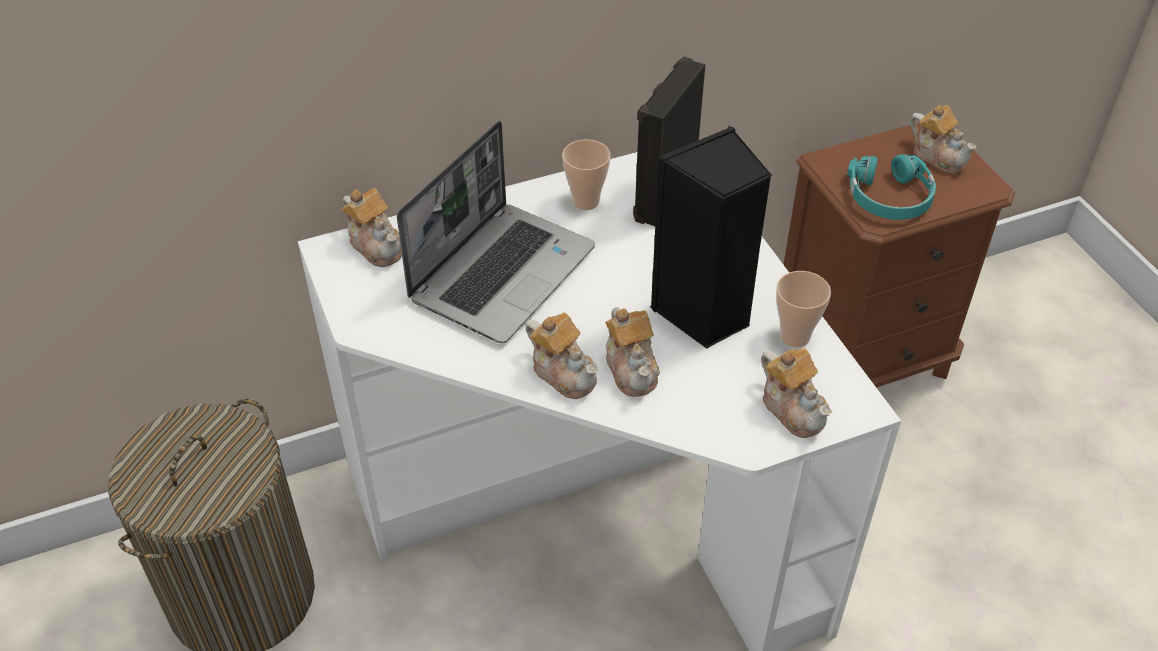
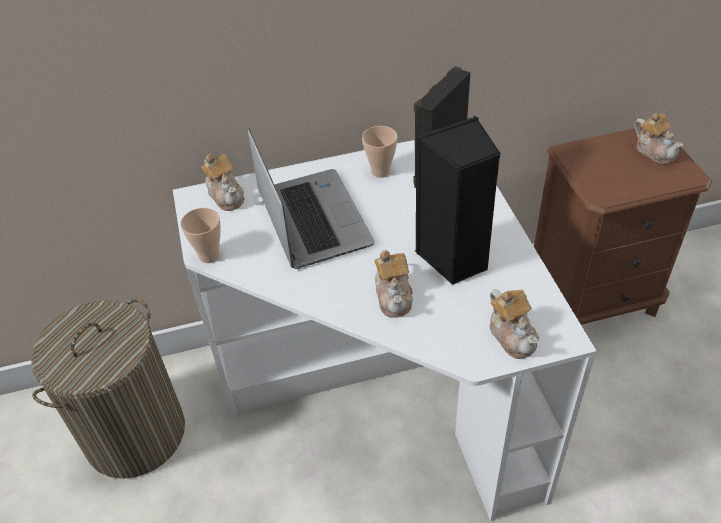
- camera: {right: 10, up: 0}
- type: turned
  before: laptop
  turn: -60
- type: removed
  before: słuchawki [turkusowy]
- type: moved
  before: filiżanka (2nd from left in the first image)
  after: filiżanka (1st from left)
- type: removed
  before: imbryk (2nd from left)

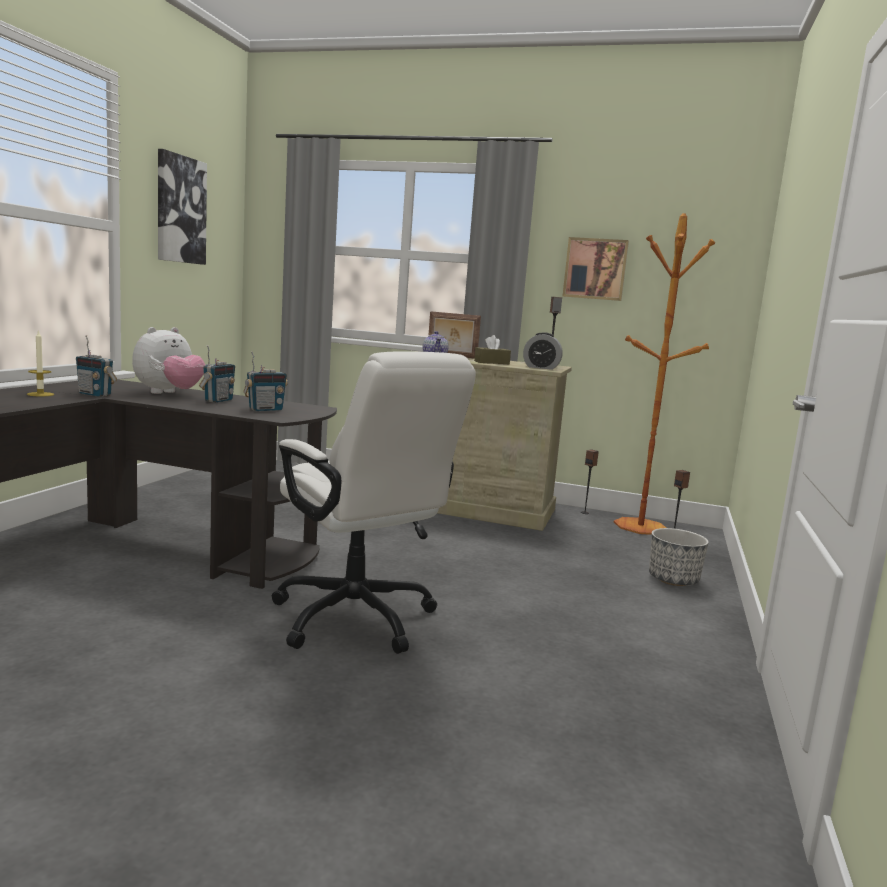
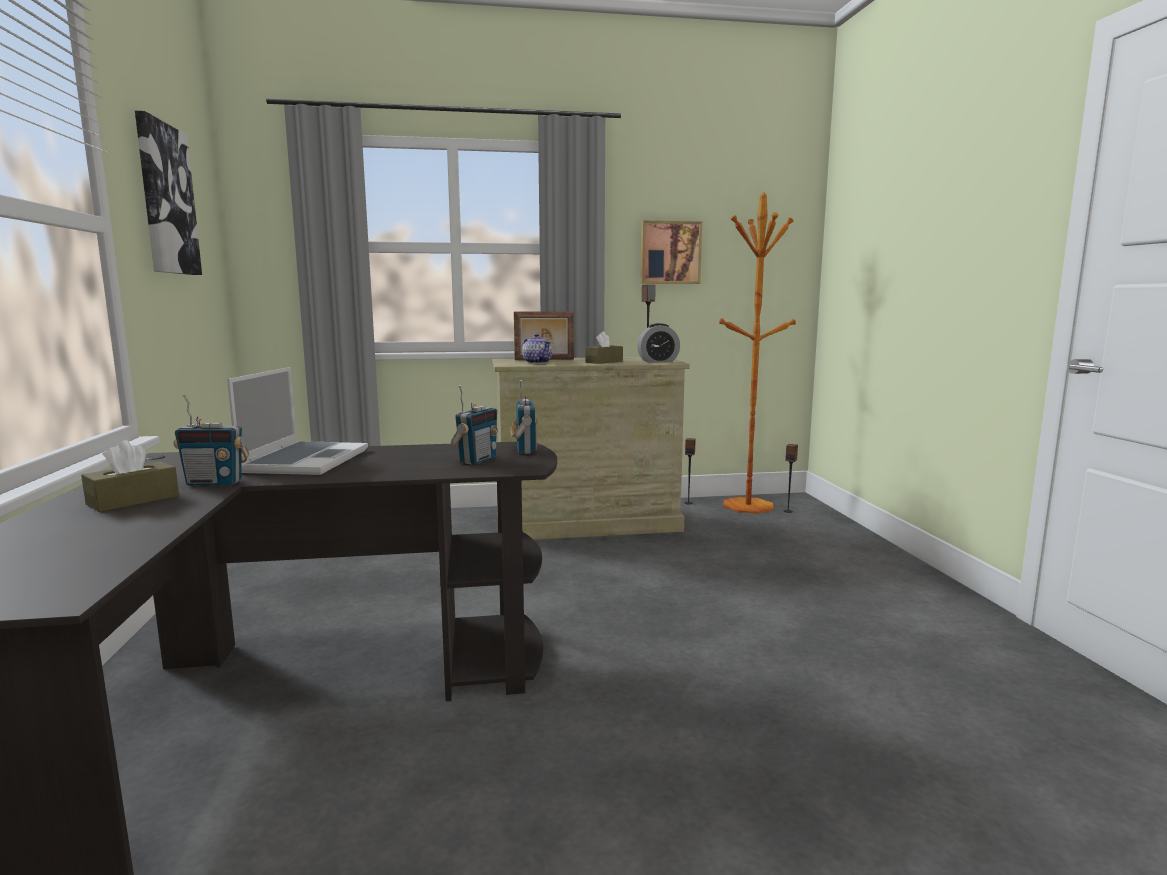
- camera: {right: -25, up: 0}
- type: replaced
  before: pluszak
  after: laptop
- type: replaced
  before: świeca
  after: pudełko chusteczek [brązowy] (1st from left)
- type: moved
  before: radio (2nd from left in the first image)
  after: radio (3rd from left)
- type: removed
  before: krzesło biurowe [biały]
- type: removed
  before: donica

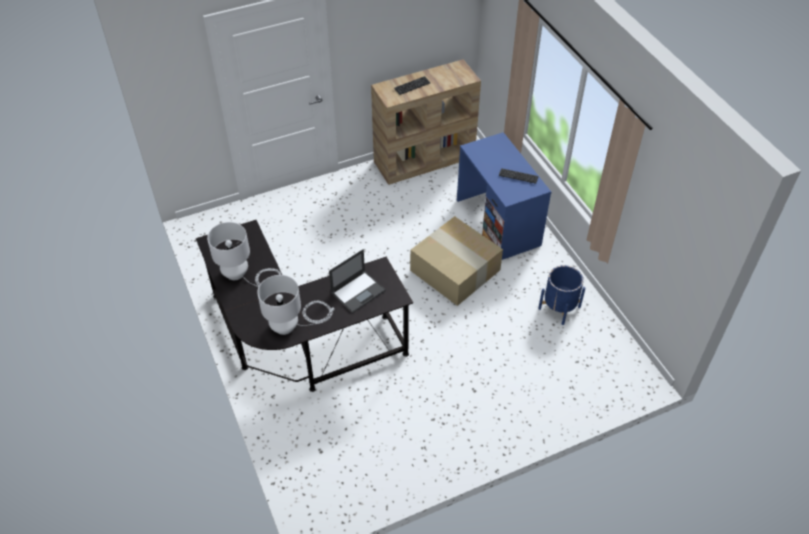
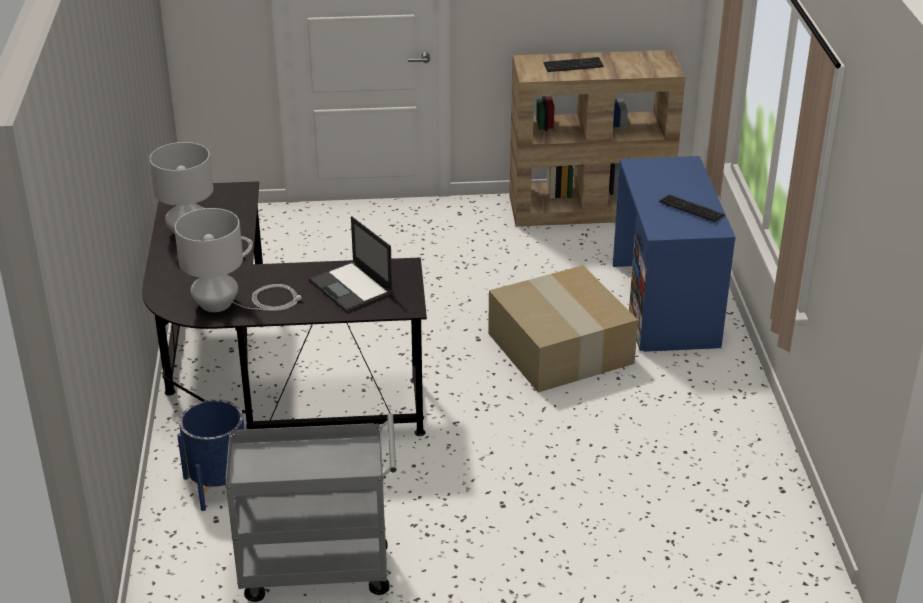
- camera: {right: 20, up: -15}
- type: turned
  before: laptop
  turn: 75
- type: moved
  before: donica [niebieski]
- type: added
  after: wózek [szary]

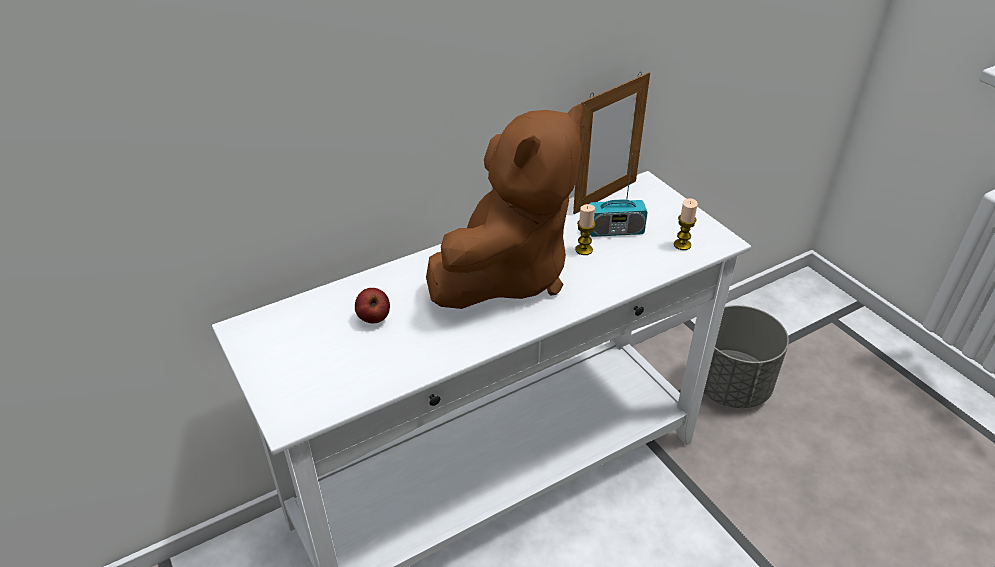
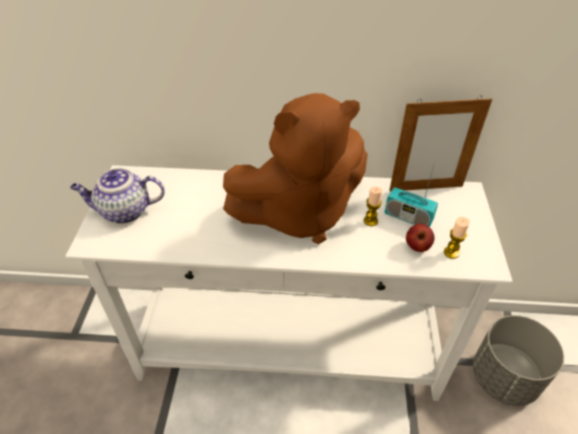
- camera: {right: 35, up: 5}
- type: moved
  before: jabłko
- type: added
  after: imbryk

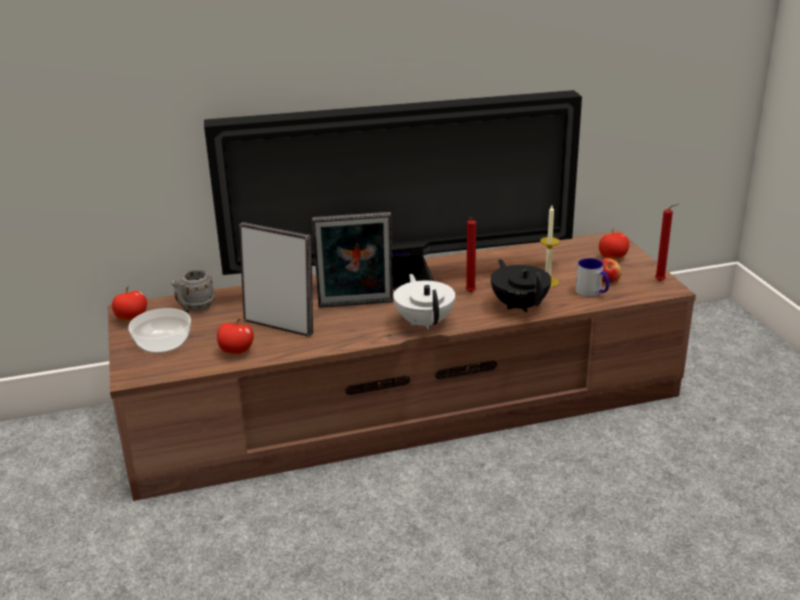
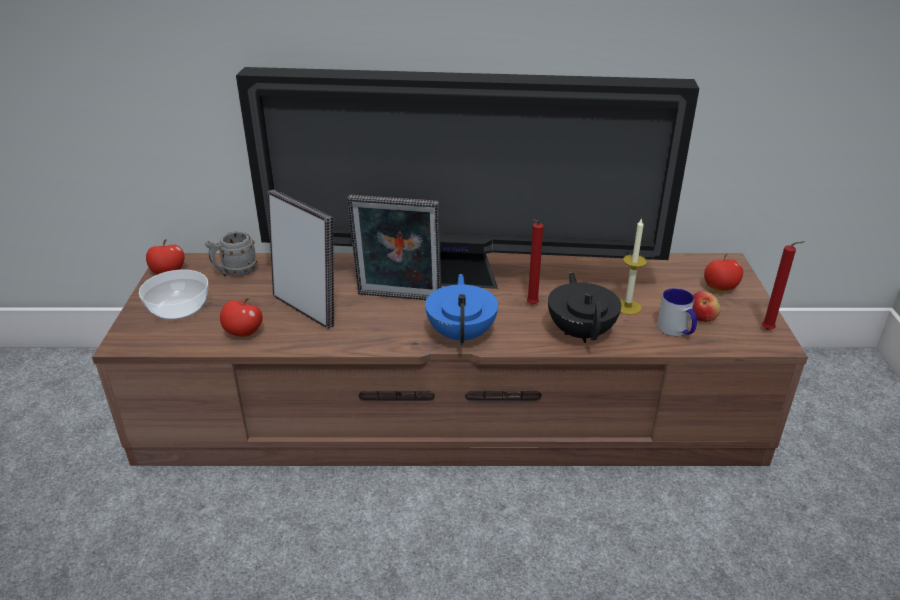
- camera: {right: 15, up: 5}
- type: recoloured
  before: imbryk [biały]
  after: imbryk [niebieski]

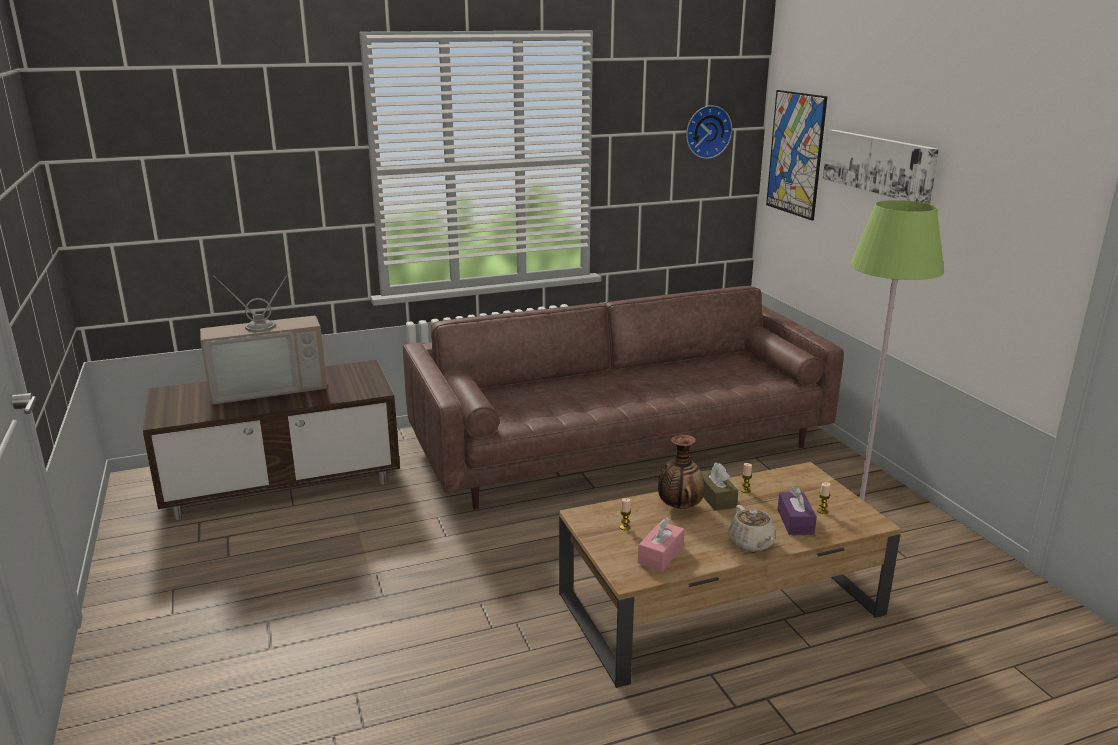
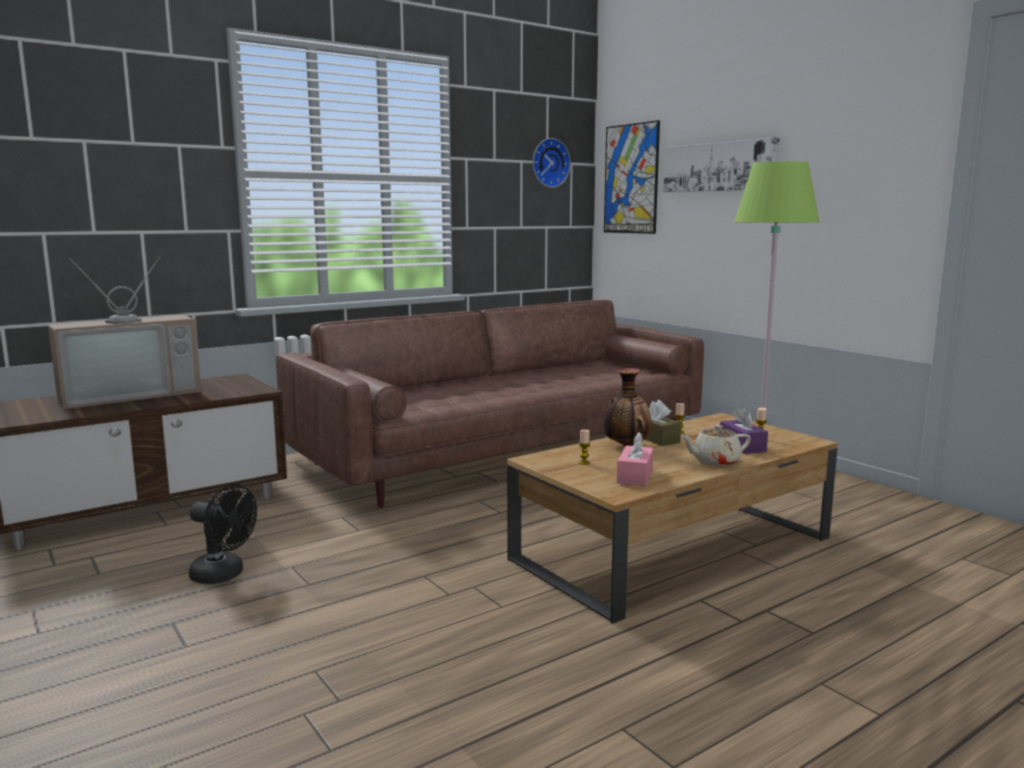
- camera: {right: -15, up: -10}
- type: turned
  before: imbryk [beżowy]
  turn: 105
- type: added
  after: wentylator [czarny]

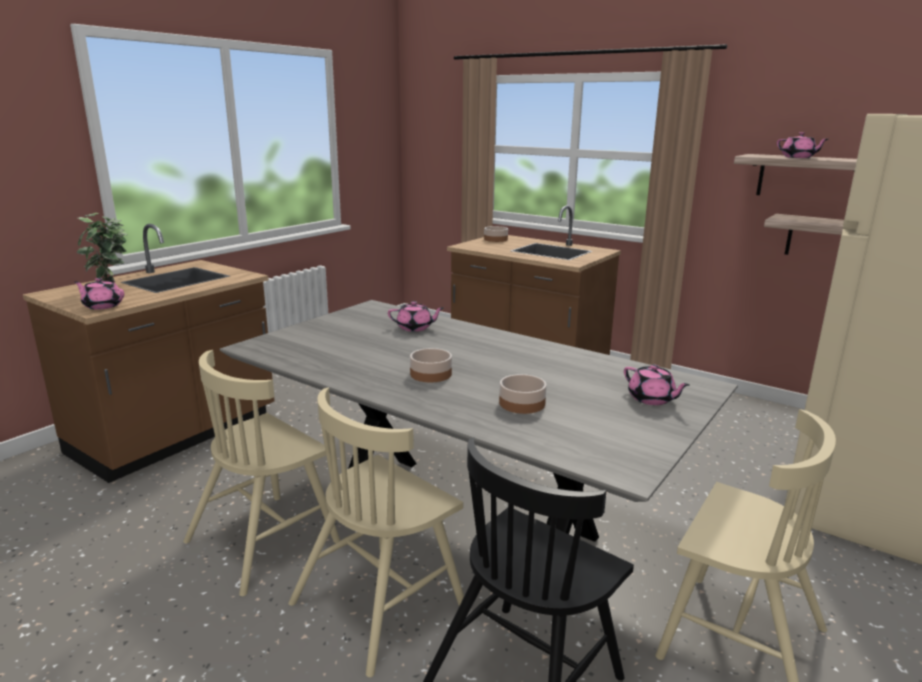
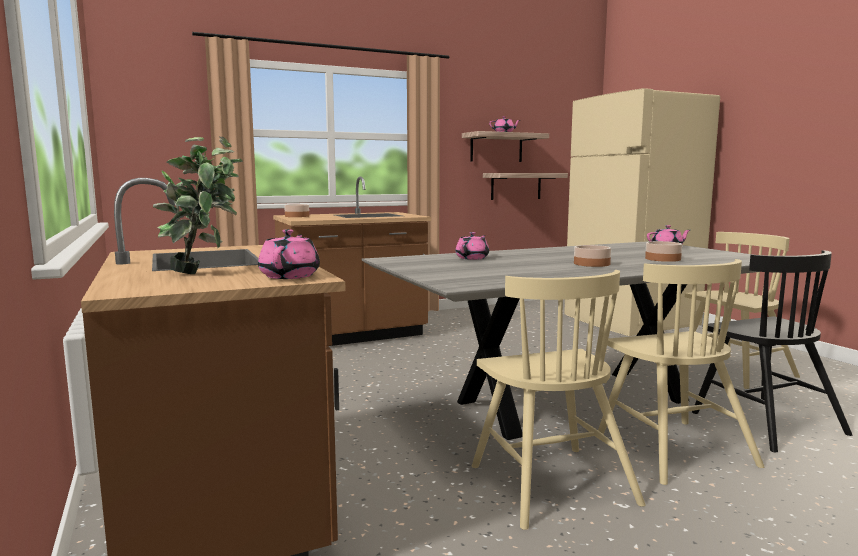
- camera: {right: -60, up: -10}
- type: turned
  before: imbryk [różowy] (1st from left)
  turn: 135

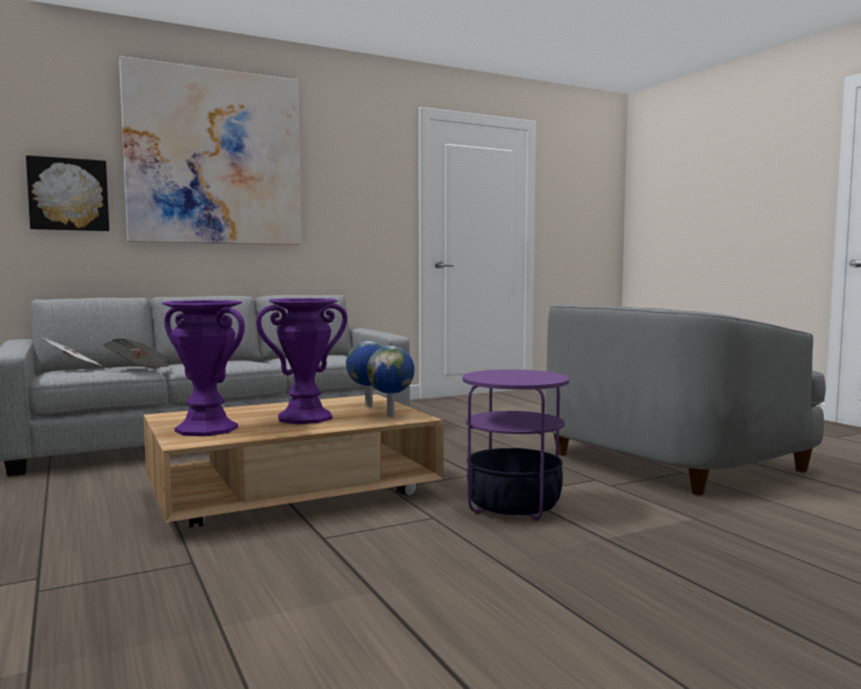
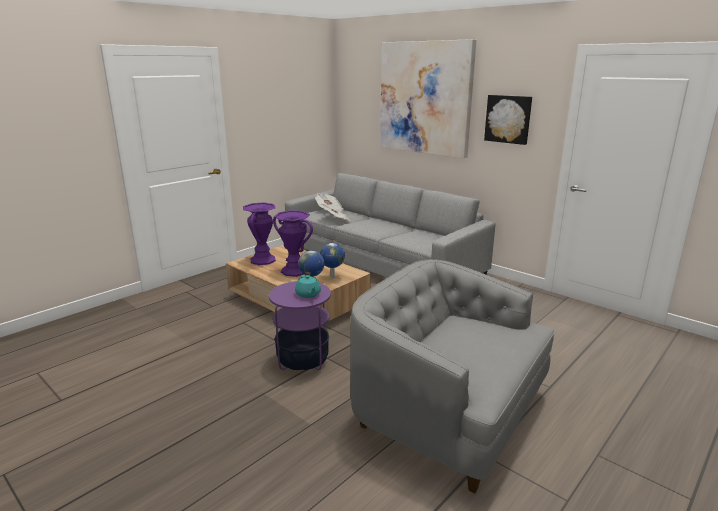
- camera: {right: 70, up: 15}
- type: moved
  before: obraz (1st from left in the first image)
  after: obraz (2nd from left)
- type: added
  after: imbryk [turkusowy]

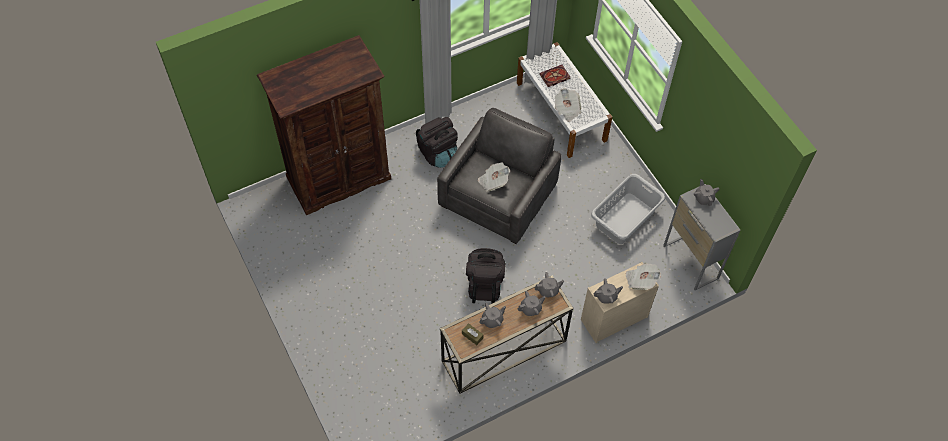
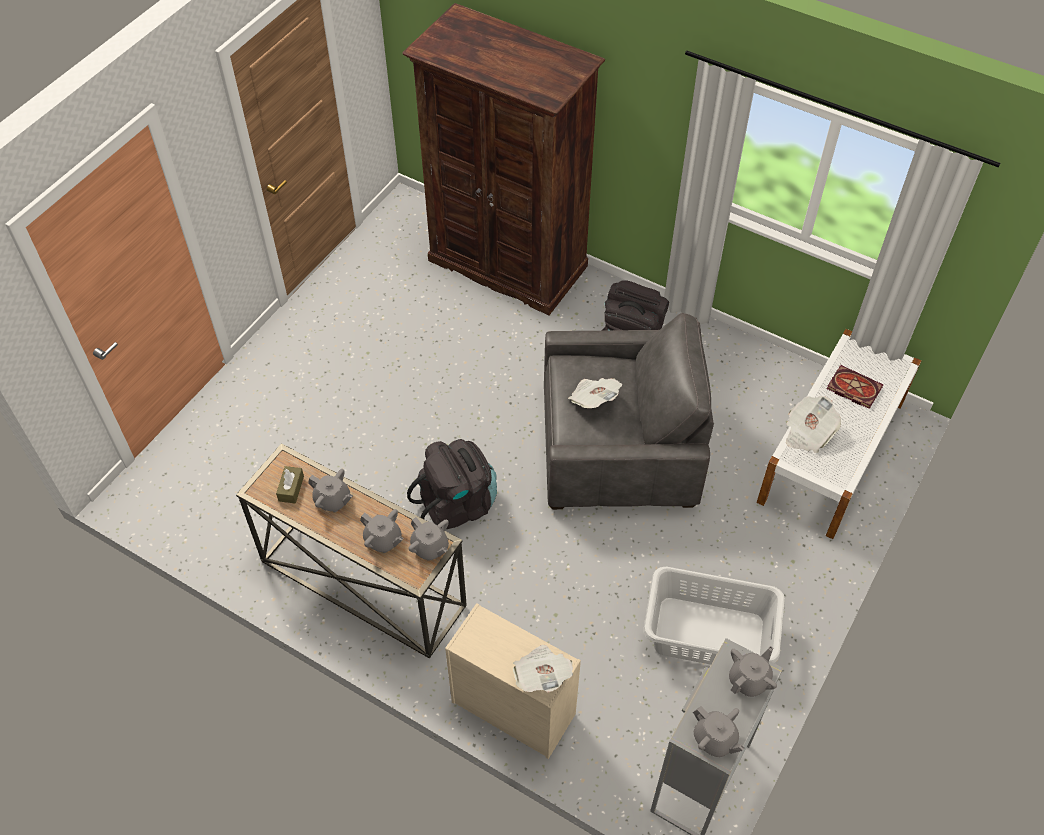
- camera: {right: 60, up: -5}
- type: moved
  before: imbryk [szary] (4th from left)

